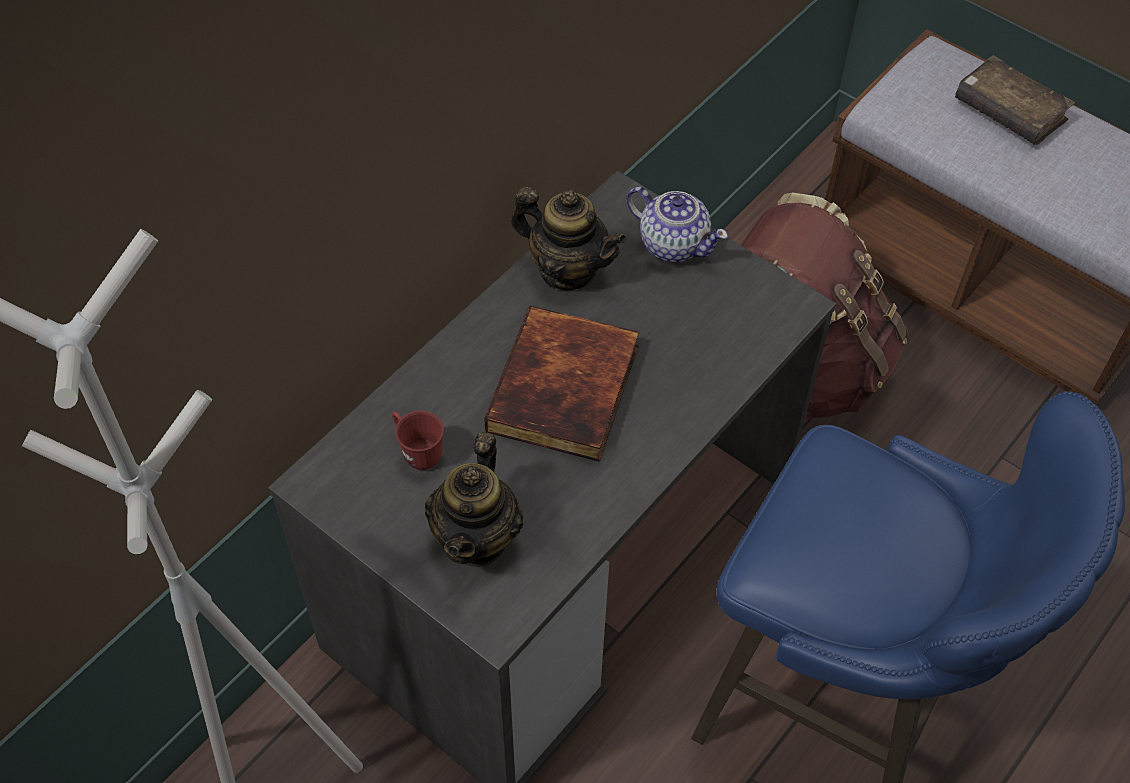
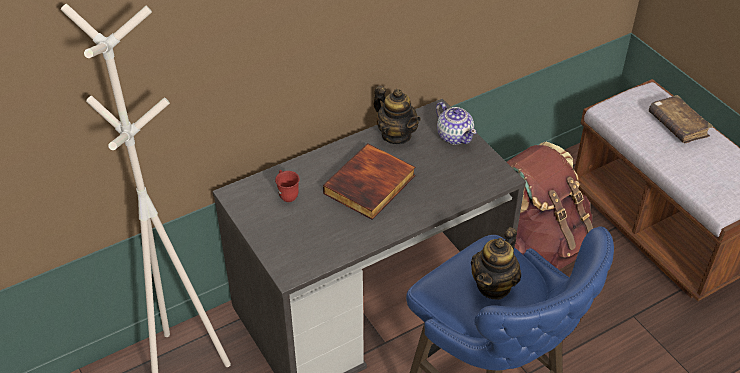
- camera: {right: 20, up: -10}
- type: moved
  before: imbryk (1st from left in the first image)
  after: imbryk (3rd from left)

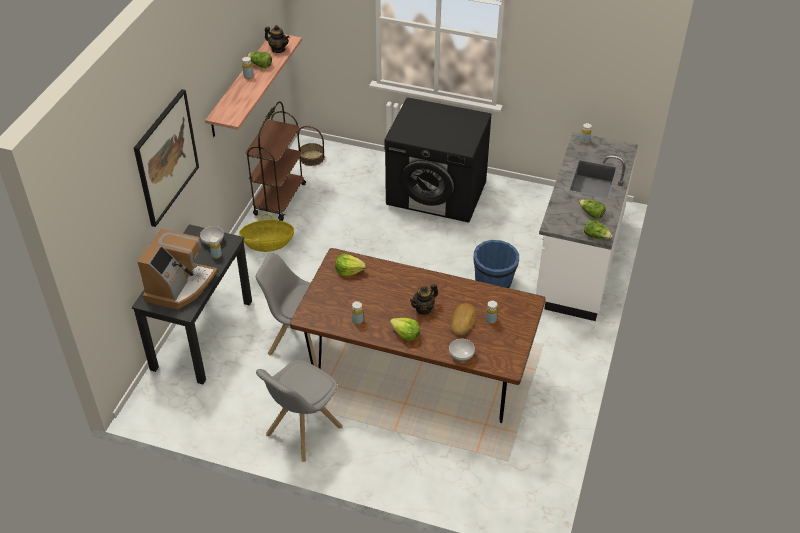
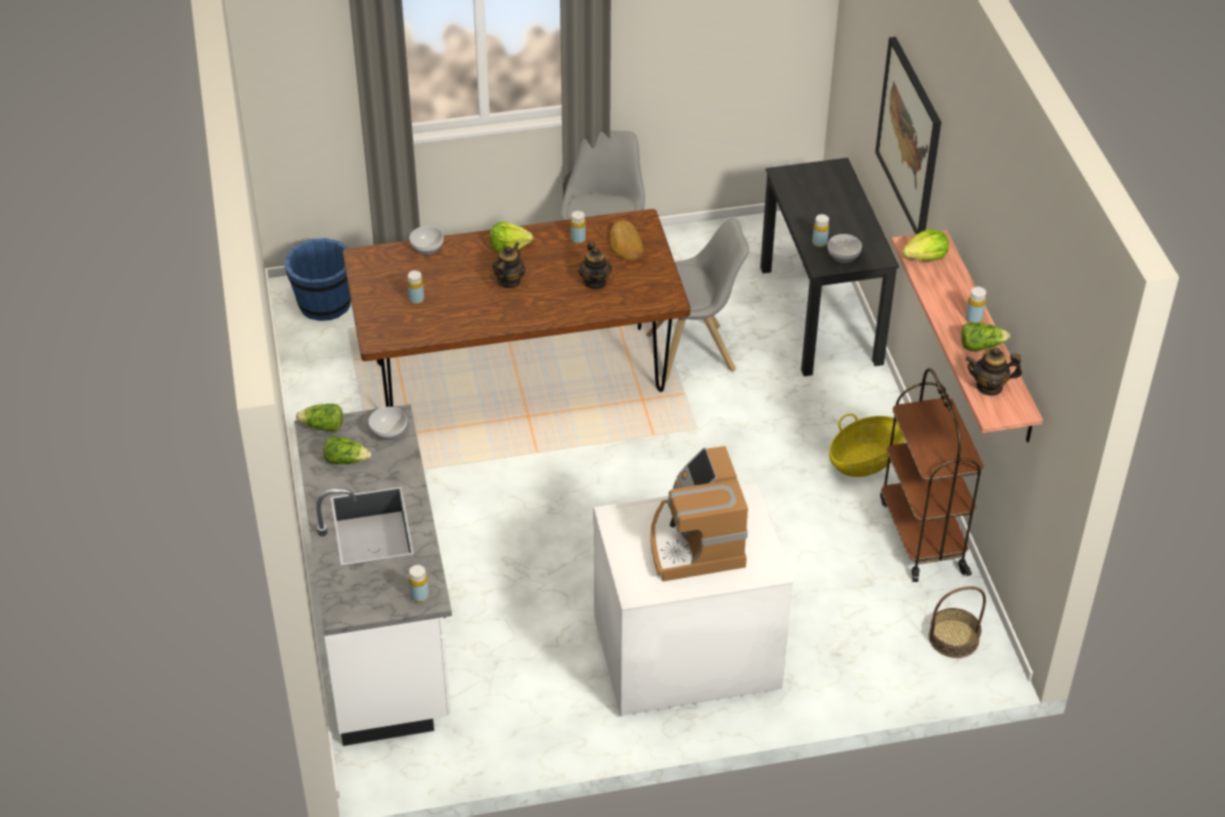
- camera: {right: 150, up: 0}
- type: recoloured
  before: pralka [czarny]
  after: pralka [biały]
- type: moved
  before: ekspres do kawy
- type: moved
  before: wiadro [niebieski]
- type: moved
  before: sałata (2nd from left in the first image)
  after: sałata (4th from left)
- type: moved
  before: chleb
- type: added
  after: imbryk (2nd from left)
- type: added
  after: miska (1st from left)

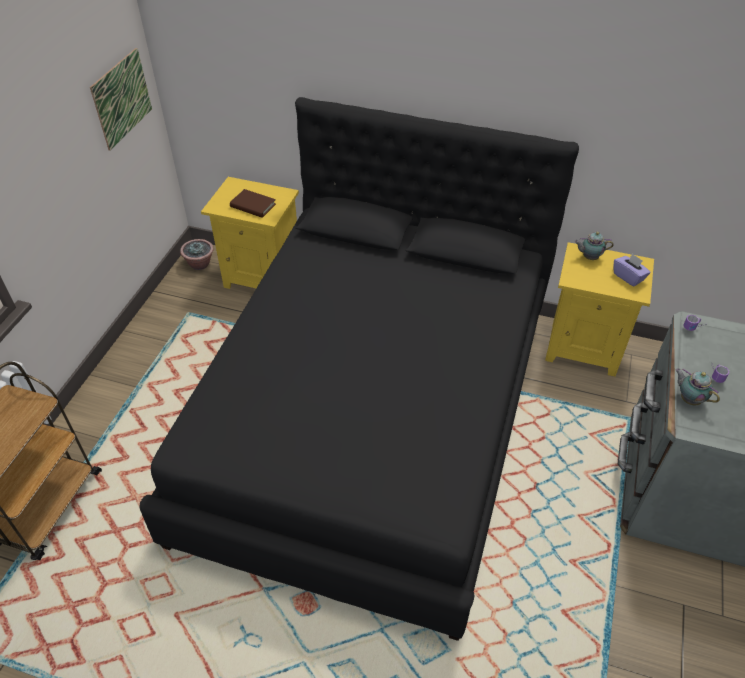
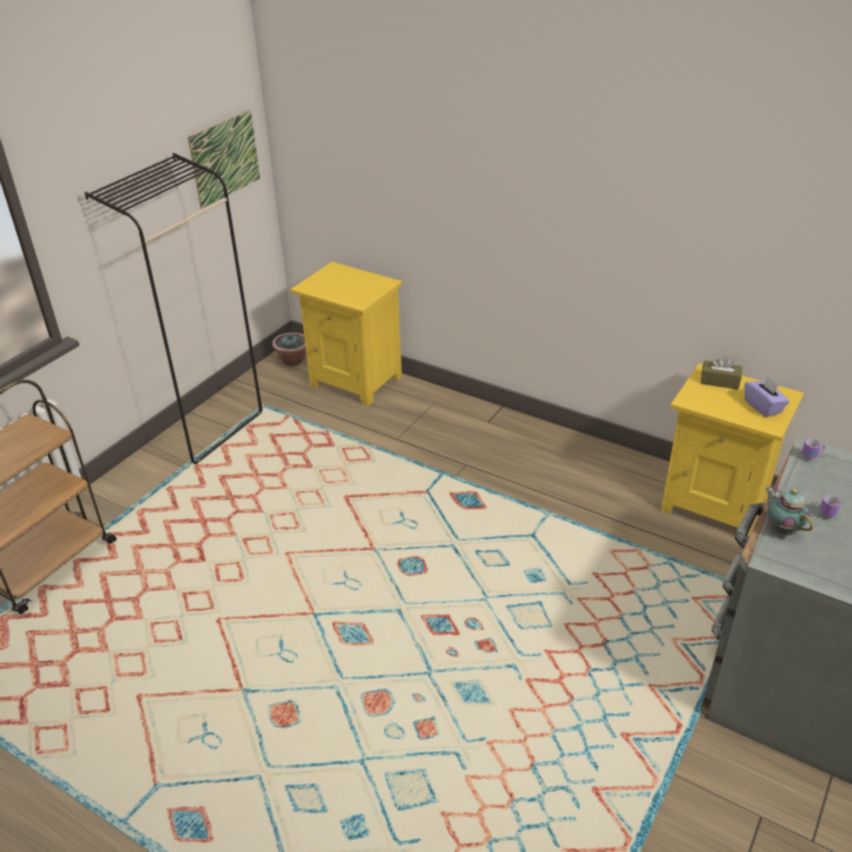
- camera: {right: 15, up: -10}
- type: removed
  before: łóżko [czarny]
- type: removed
  before: książka [brązowy]
- type: replaced
  before: imbryk (1st from left)
  after: pudełko chusteczek [brązowy]
- type: added
  after: wieszak [czarny]

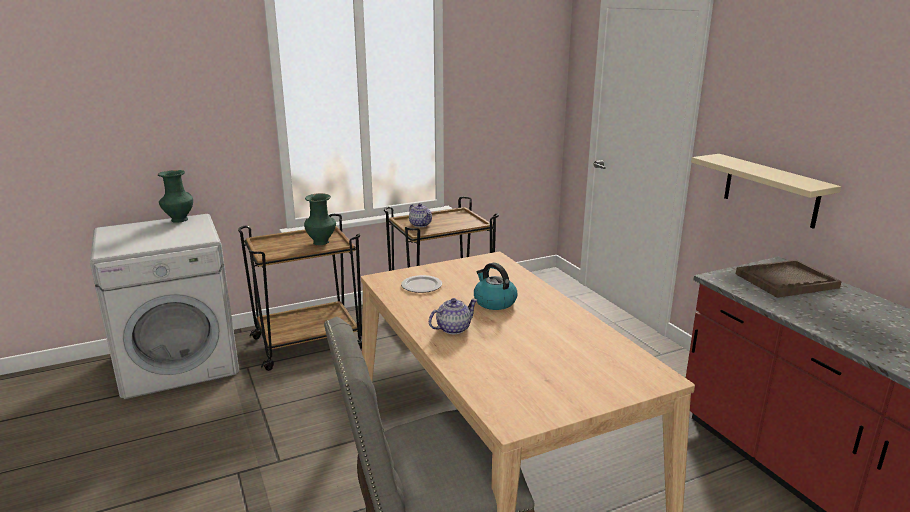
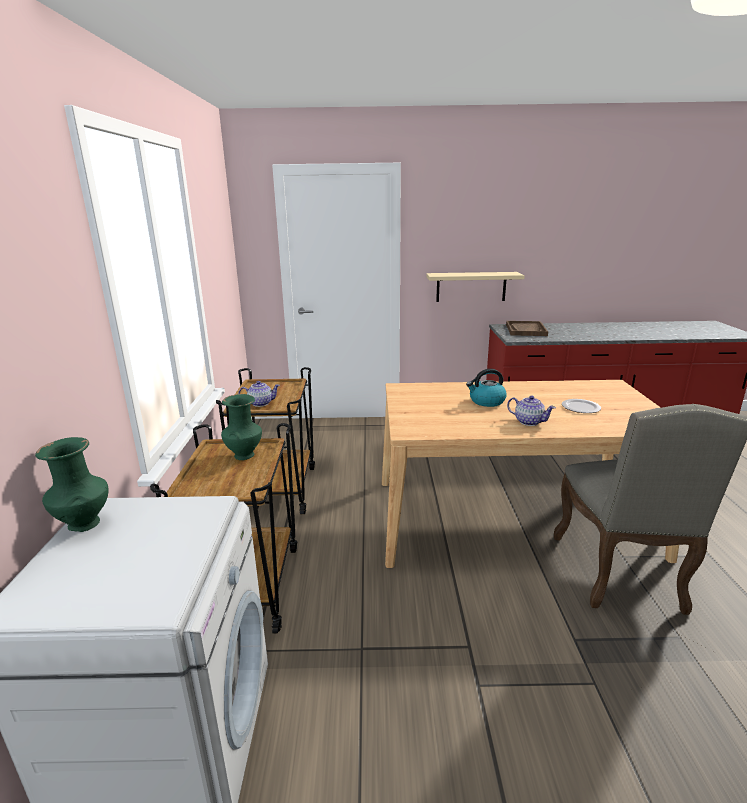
- camera: {right: -65, up: 0}
- type: moved
  before: talerz
- type: turned
  before: imbryk (2nd from left)
  turn: 135

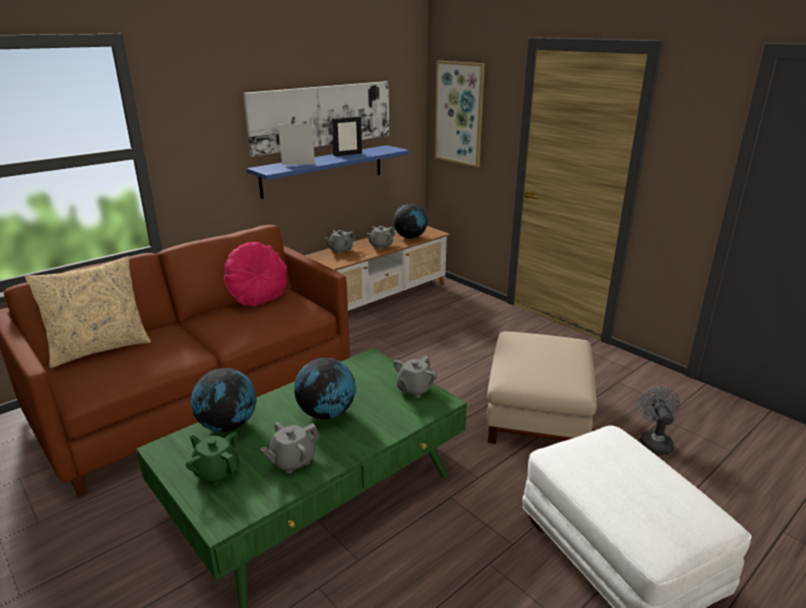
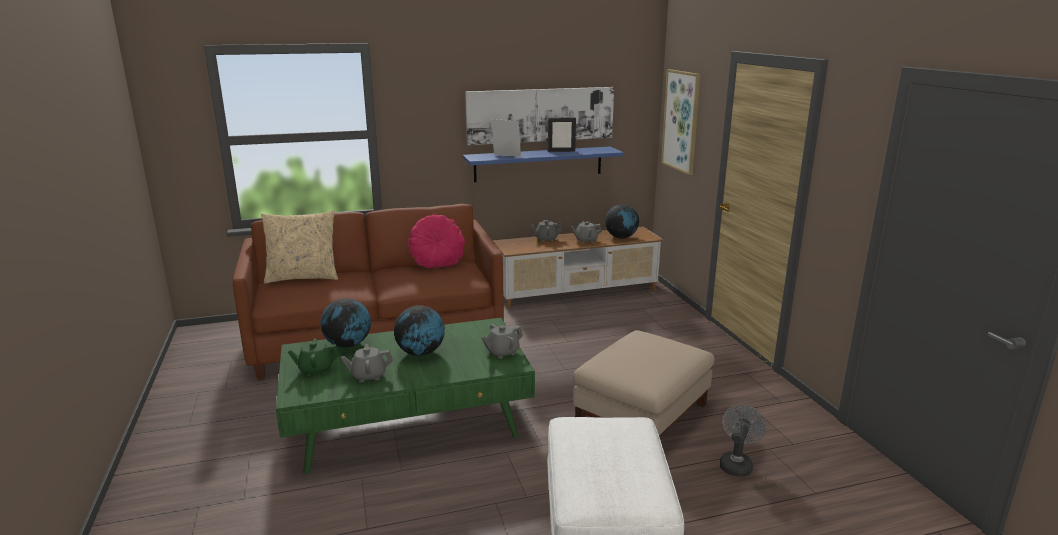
- camera: {right: 25, up: -5}
- type: turned
  before: imbryk [zielony]
  turn: -75

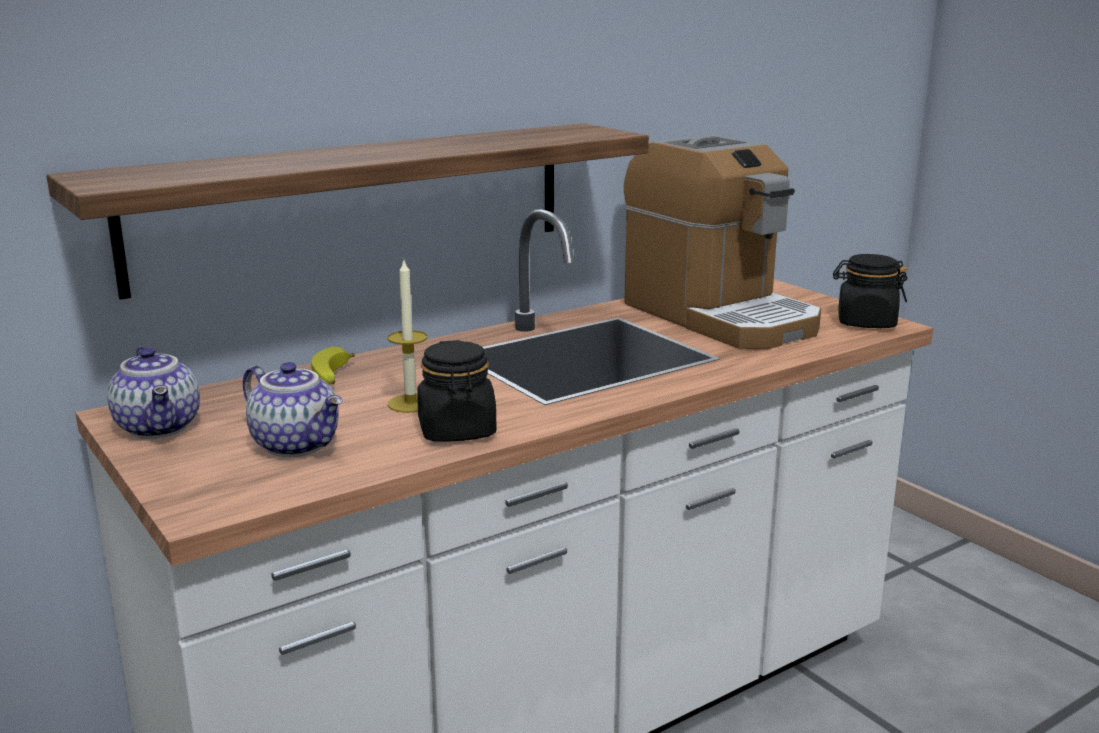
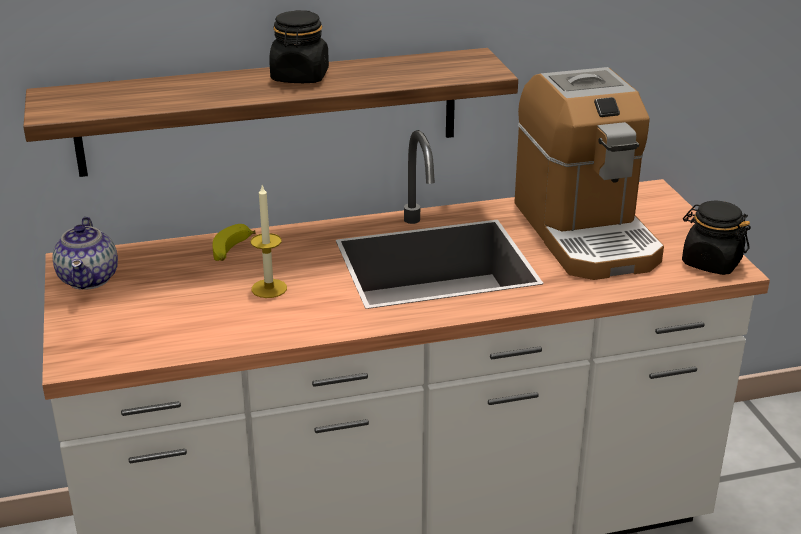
- camera: {right: 20, up: 10}
- type: moved
  before: słoik [czarny] (1st from left)
- type: removed
  before: imbryk (2nd from left)

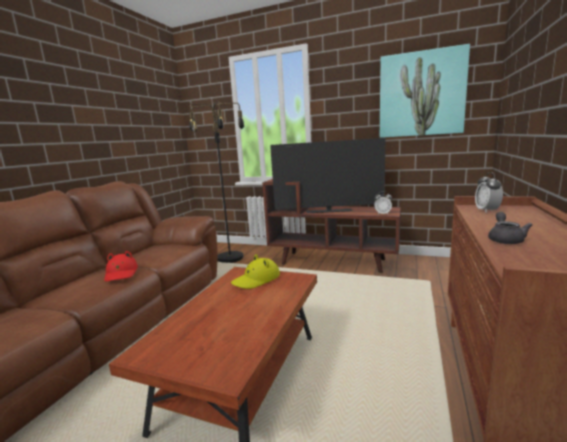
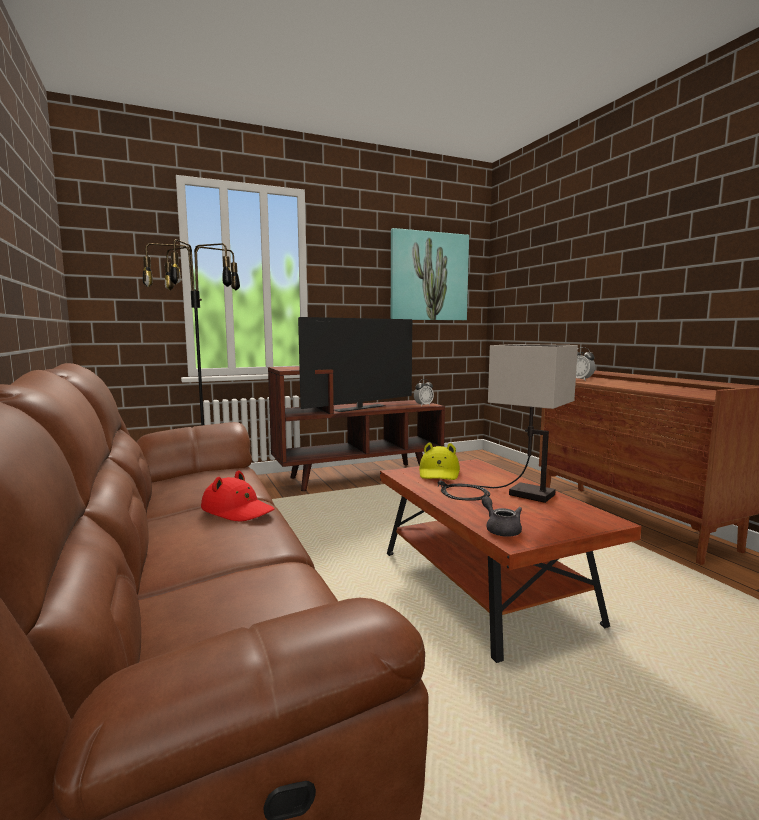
- camera: {right: -45, up: -5}
- type: moved
  before: imbryk [szary]
- type: added
  after: lampa stołowa

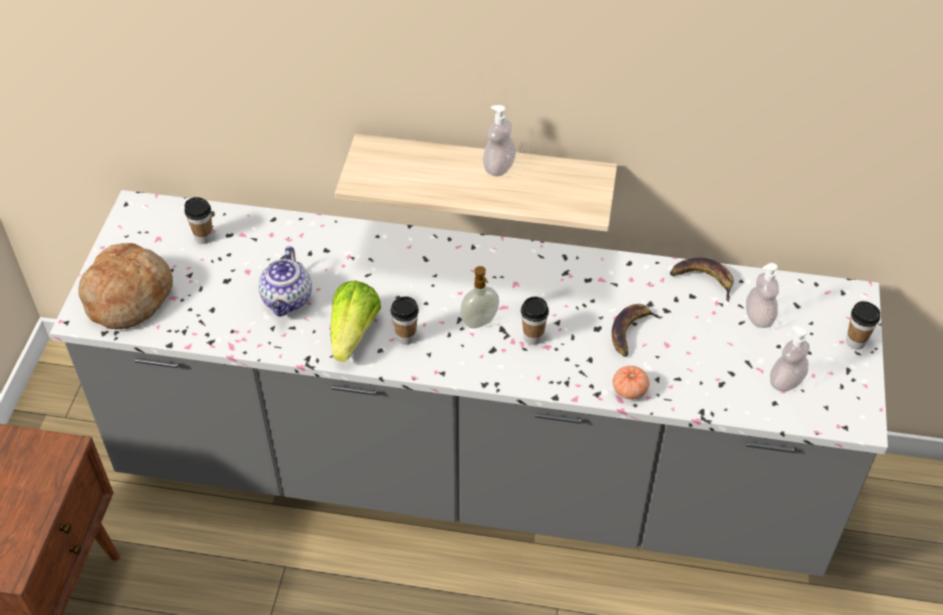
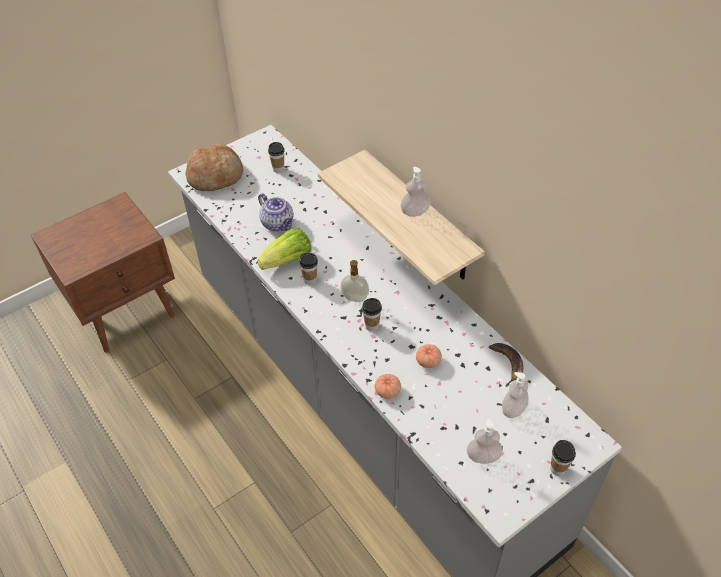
- camera: {right: 45, up: 0}
- type: turned
  before: imbryk
  turn: -90
- type: replaced
  before: banan (1st from left)
  after: pomidor (2nd from left)

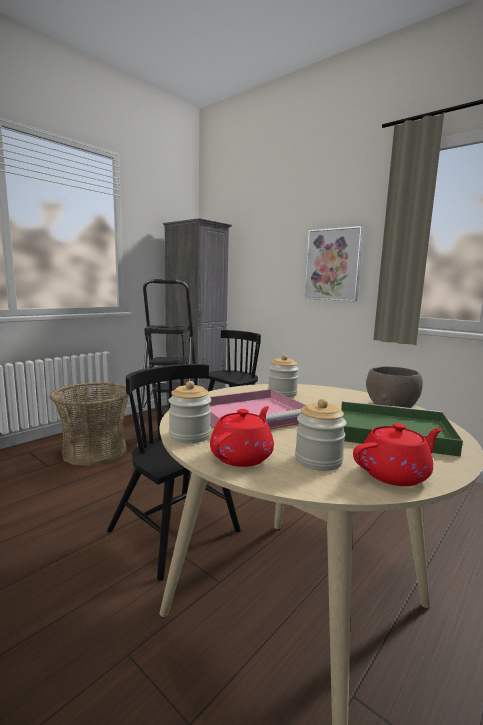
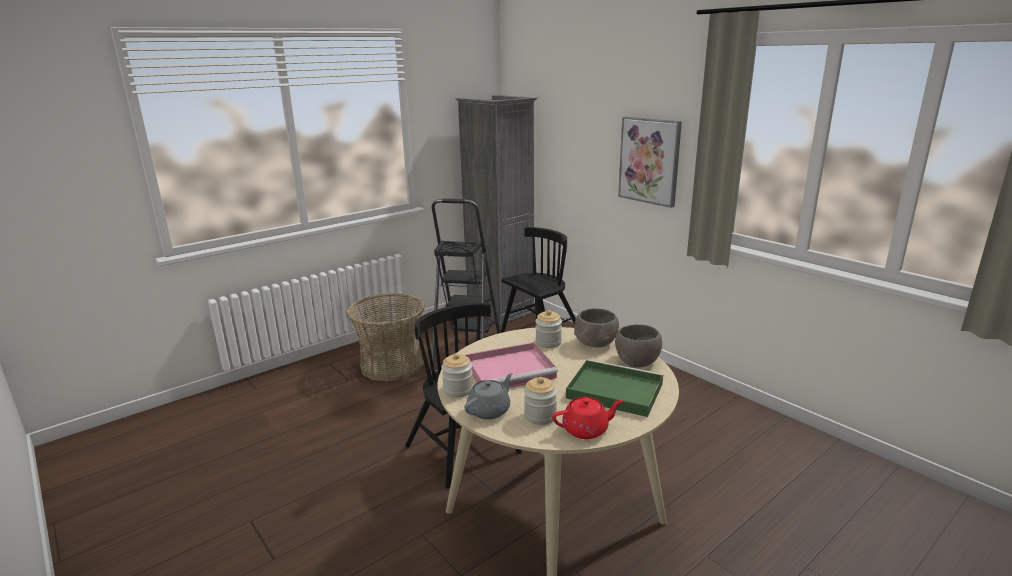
- camera: {right: 10, up: 10}
- type: recoloured
  before: imbryk [czerwony] (1st from left)
  after: imbryk [szary]
- type: added
  after: miska [szary] (1st from left)

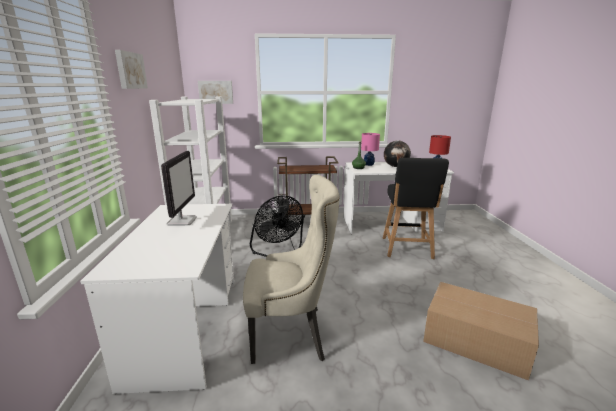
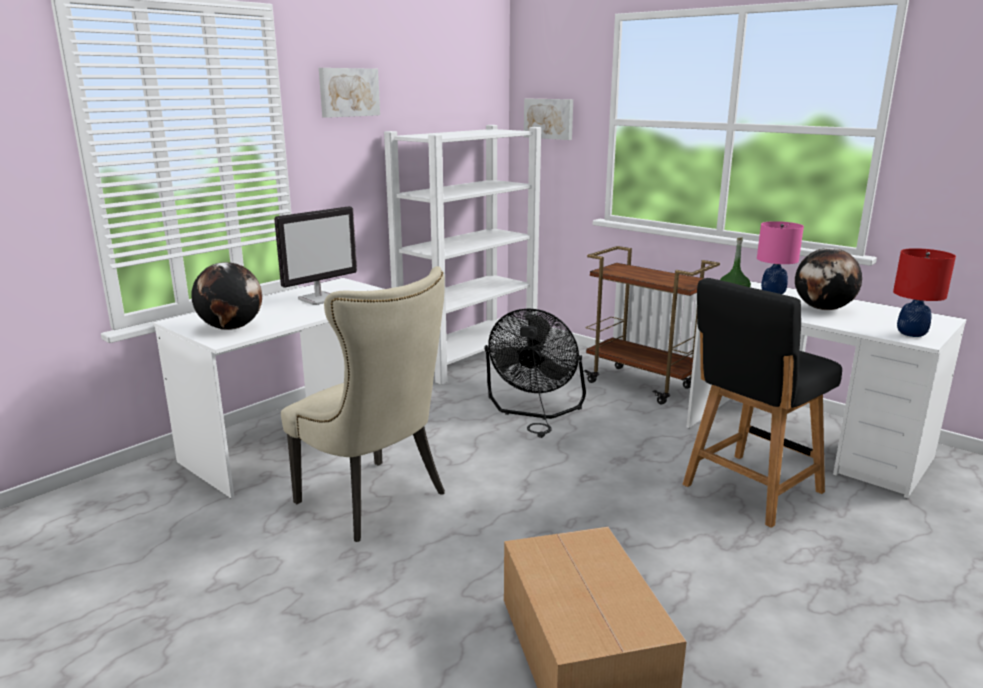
- camera: {right: 45, up: 0}
- type: added
  after: globus (1st from left)

